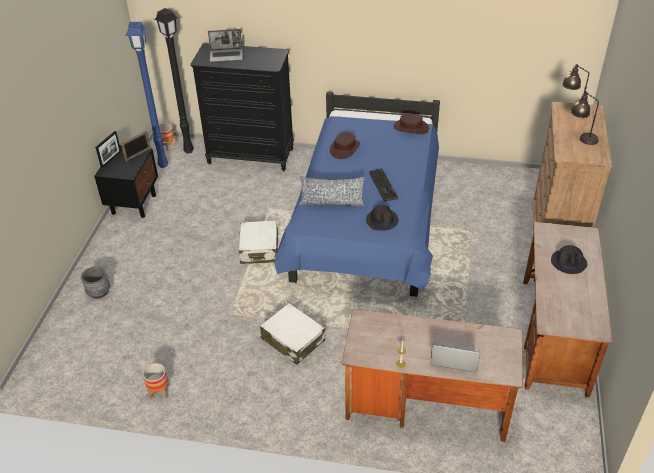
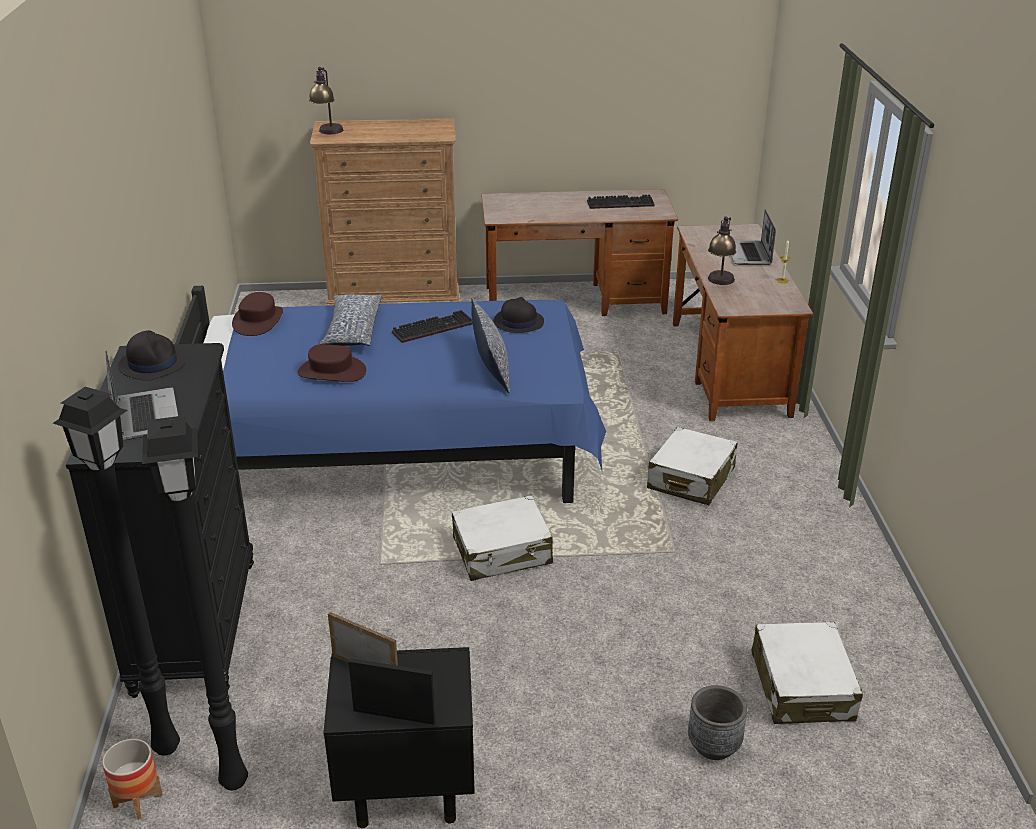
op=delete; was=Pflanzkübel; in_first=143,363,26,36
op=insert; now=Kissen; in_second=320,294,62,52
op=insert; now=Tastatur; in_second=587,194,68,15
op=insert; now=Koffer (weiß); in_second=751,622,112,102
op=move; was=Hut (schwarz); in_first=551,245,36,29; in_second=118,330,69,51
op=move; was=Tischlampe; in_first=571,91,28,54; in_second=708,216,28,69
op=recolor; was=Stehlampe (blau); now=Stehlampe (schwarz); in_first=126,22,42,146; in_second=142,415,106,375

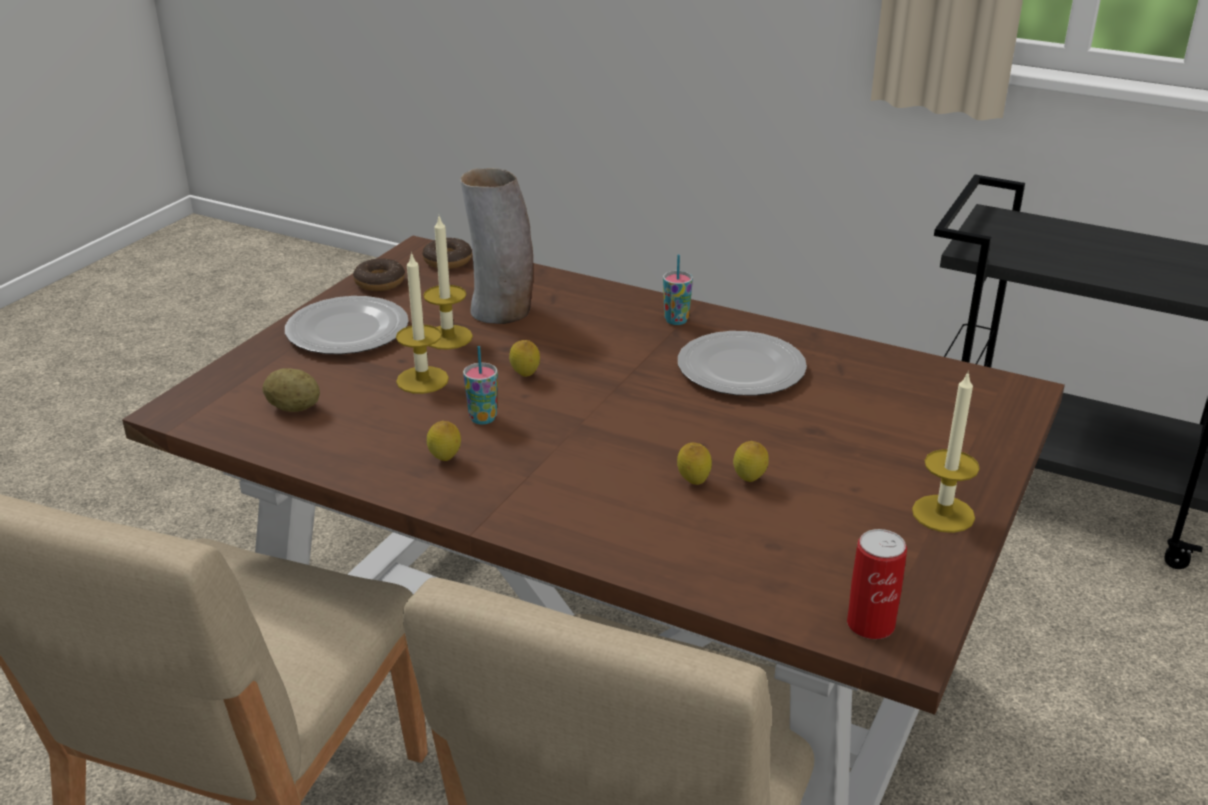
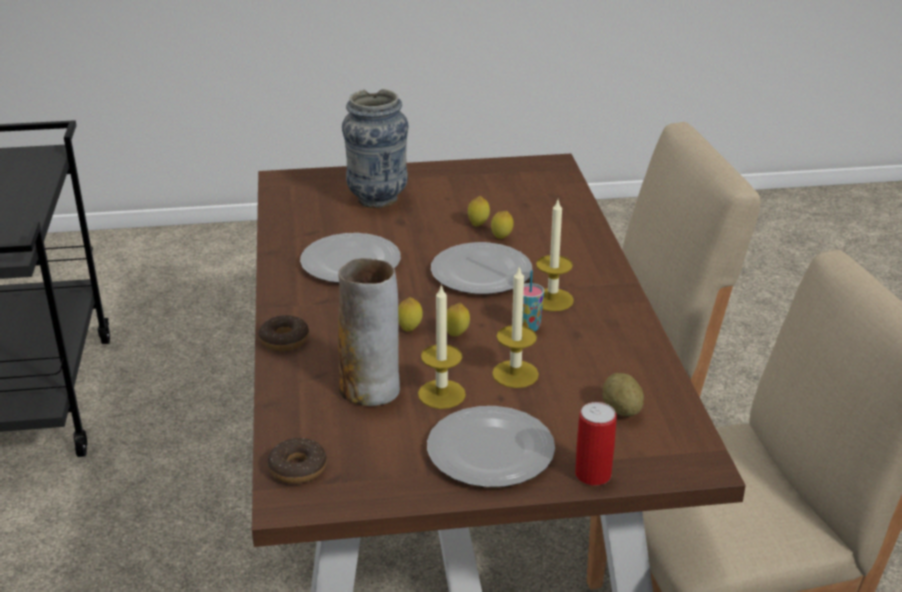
op=delete; was=Tasse; in_first=663,254,30,71
op=insert; now=Vase; in_second=342,89,67,119
op=insert; now=Teller; in_second=431,242,101,52
op=move; was=Donut; in_first=353,258,52,33; in_second=259,315,50,36
op=move; was=Zitrone; in_first=427,421,34,40; in_second=398,297,25,34
op=move; was=Dose; in_first=847,529,60,110; in_second=575,402,42,84
op=move; was=Kerze; in_first=912,371,68,162; in_second=536,200,38,111

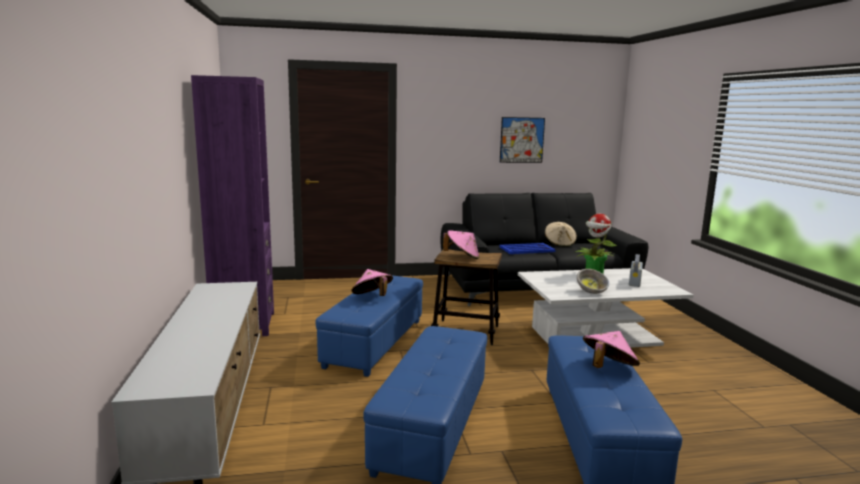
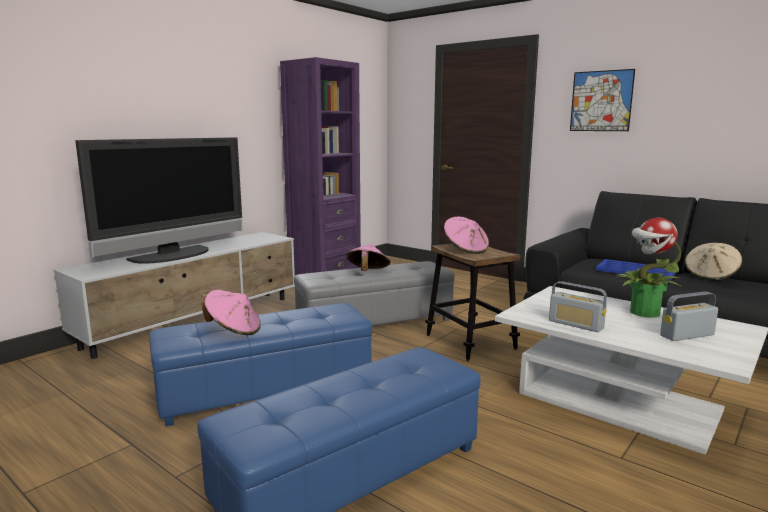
op=insert; now=Fernseher; in_second=75,137,167,127
op=move; was=Bild; in_first=500,117,45,46; in_second=570,69,65,62
op=move; was=Hut (rosa); in_first=583,331,57,37; in_second=201,290,60,45
op=replace; was=Schüssel; now=Radio; in_first=577,269,32,25; in_second=549,281,58,51
op=recolor; was=Polsterhocker (blau); now=Polsterhocker (grau); in_first=316,276,107,101; in_second=294,261,161,64

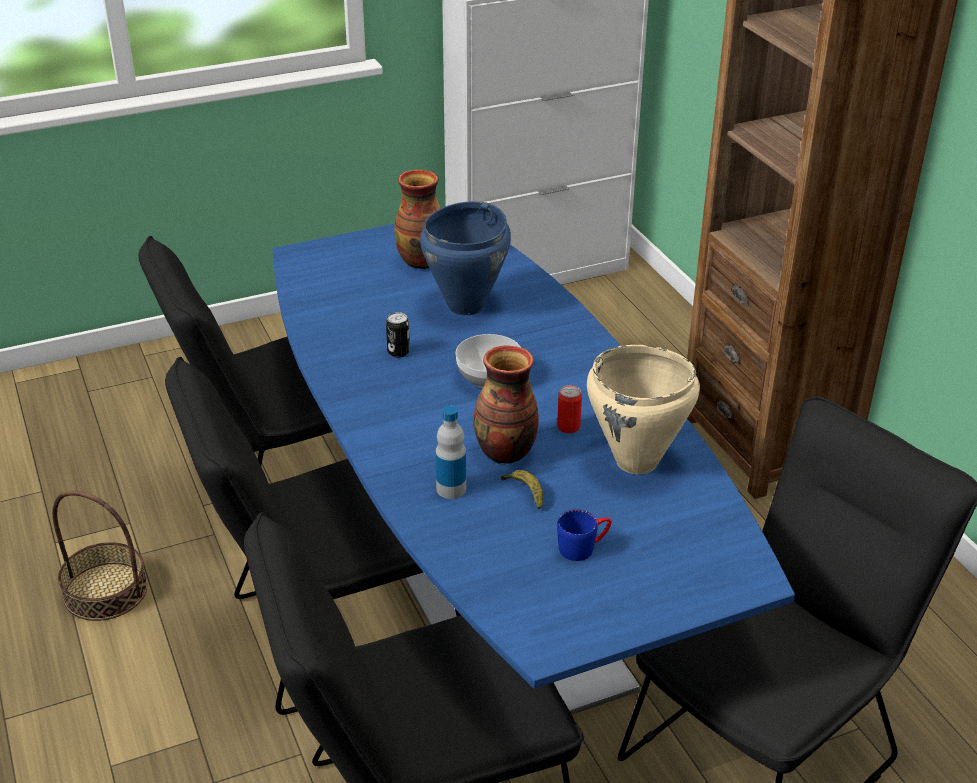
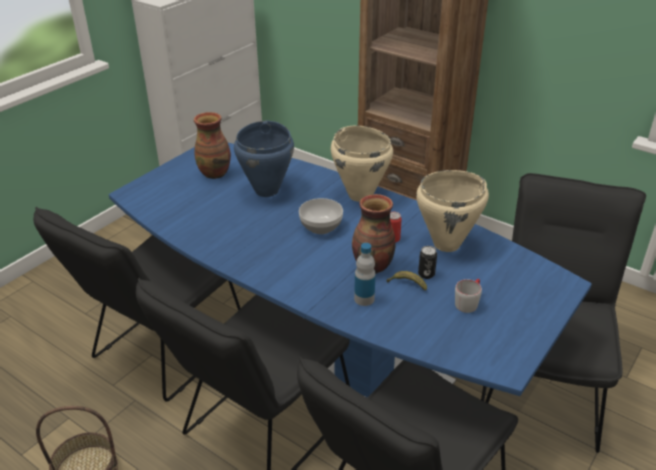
op=insert; now=Kochtopf (beige); in_second=331,125,62,77
op=move; was=Dose; in_first=386,312,24,46; in_second=418,246,19,33
op=recolor; was=Henkelbecher (blau); now=Henkelbecher (grau); in_first=557,509,55,52; in_second=455,279,27,34

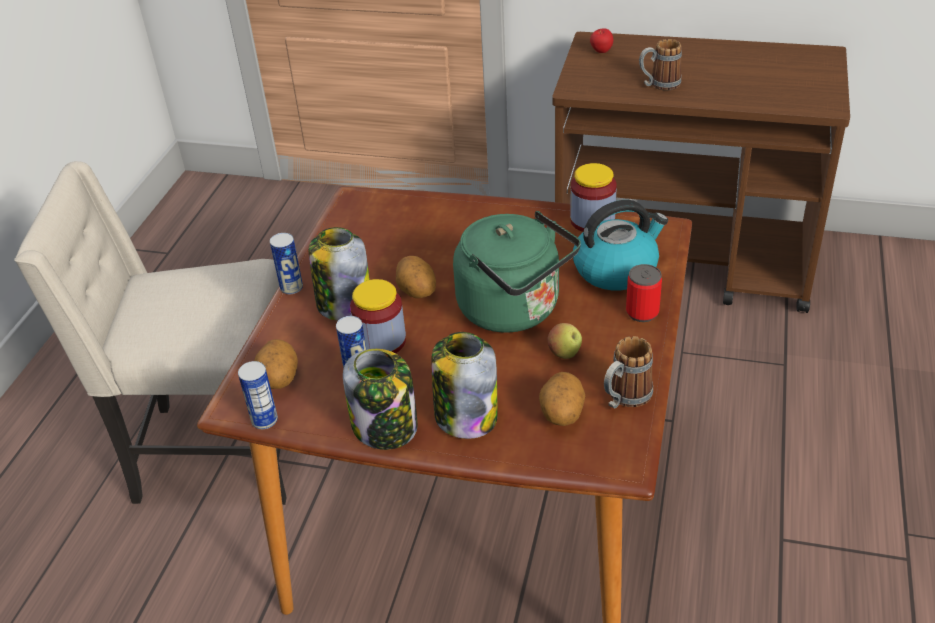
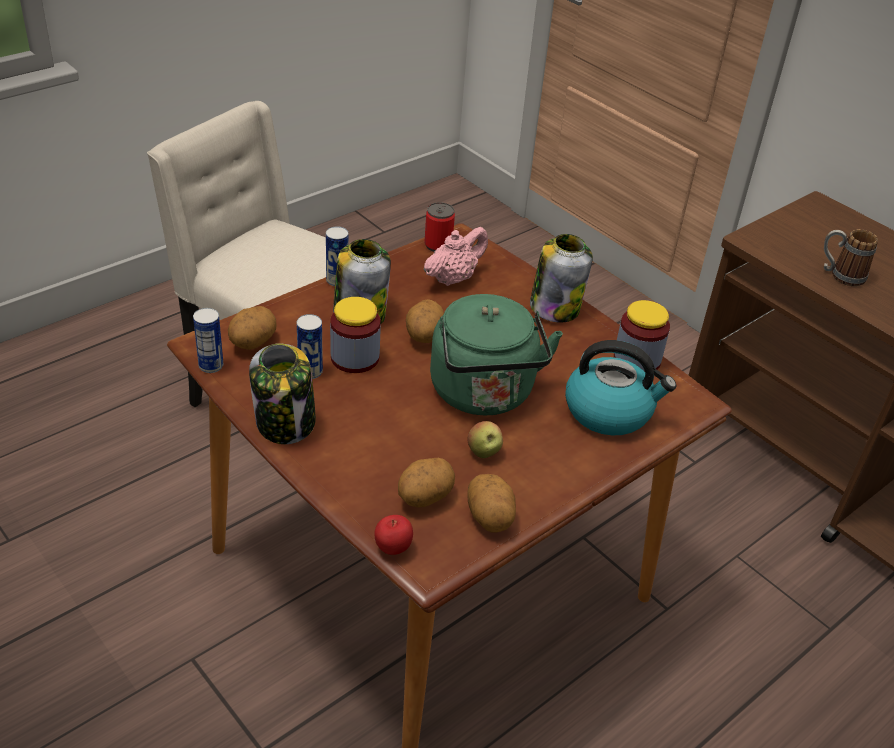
op=insert; now=Teekanne (rosa); in_second=424,227,64,59
op=move; was=Vorratsglas; in_first=431,332,66,107; in_second=530,234,63,89
op=move; was=Apfel; in_first=590,28,23,25; in_second=374,515,39,40
op=move; was=Dose; in_first=626,264,36,58; in_second=424,202,31,50
op=replace; was=Henkelbecher; now=Kartoffel; in_first=604,336,49,73; in_second=468,474,48,59

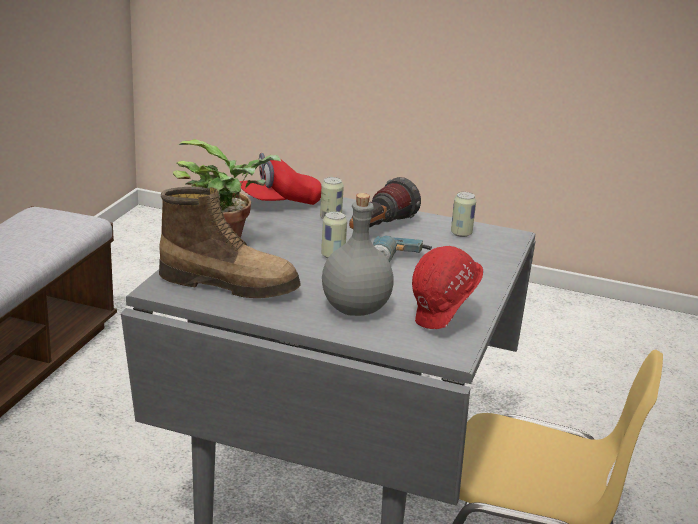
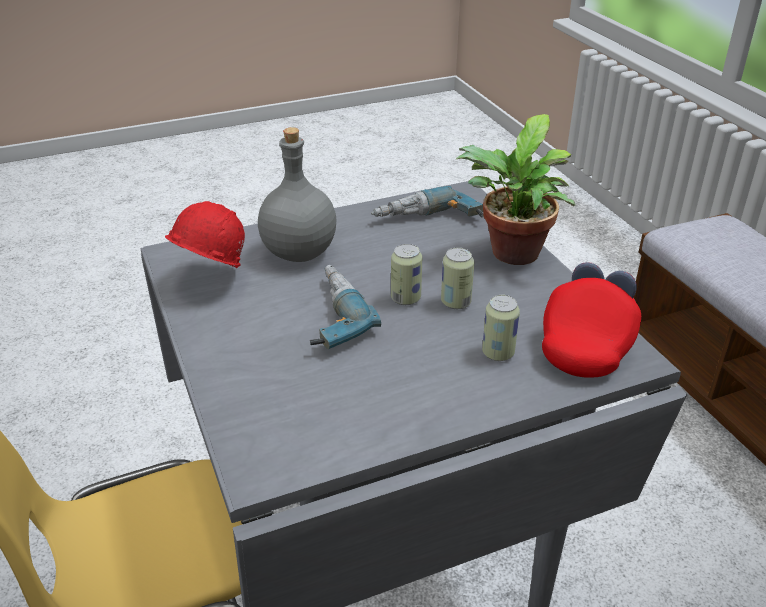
op=delete; was=Taschenlampe; in_first=349,177,72,52
op=move; was=Dose; in_first=451,192,25,45; in_second=441,247,33,62
op=replace; was=Stiefel; now=Bohrmaschine; in_first=159,187,141,111; in_second=371,186,113,31

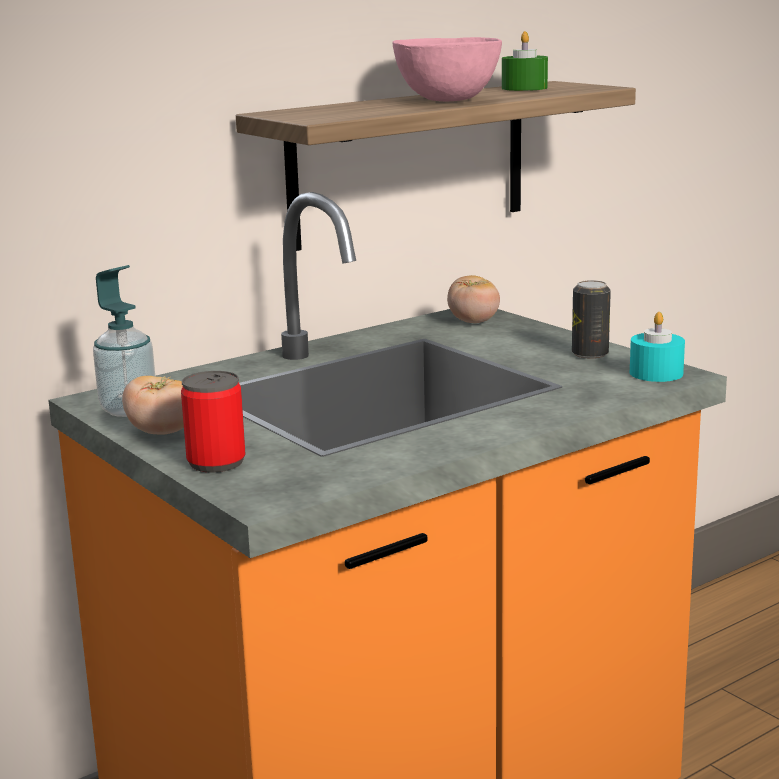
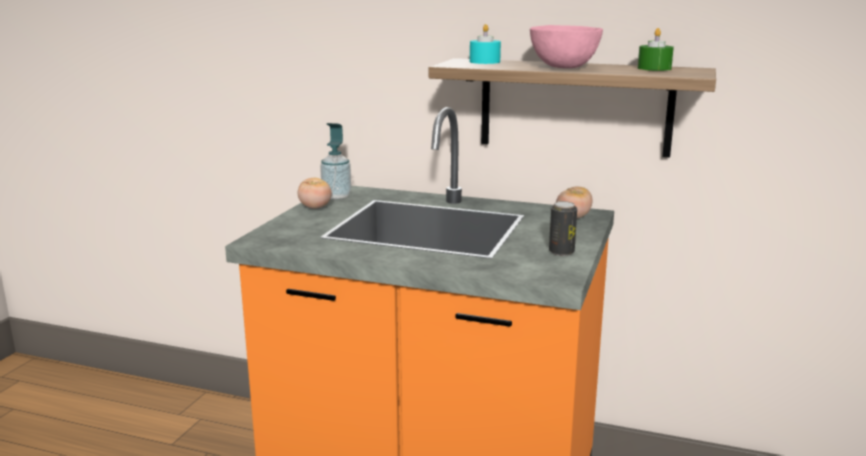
op=delete; was=Dose; in_first=181,371,64,101
op=move; was=Kerze (türkis); in_first=630,312,55,70; in_second=470,24,31,40

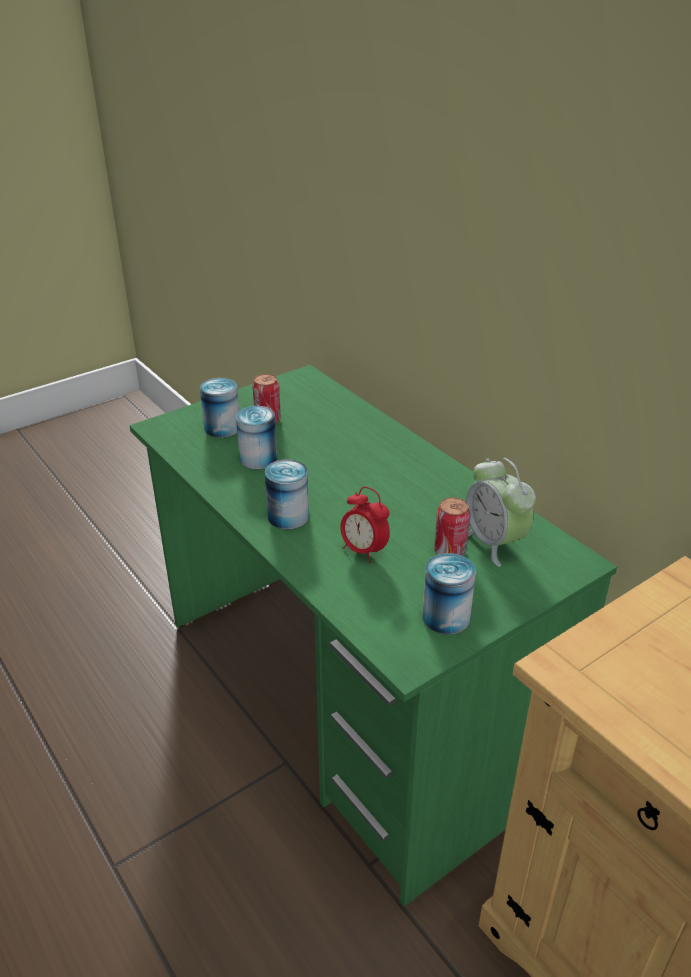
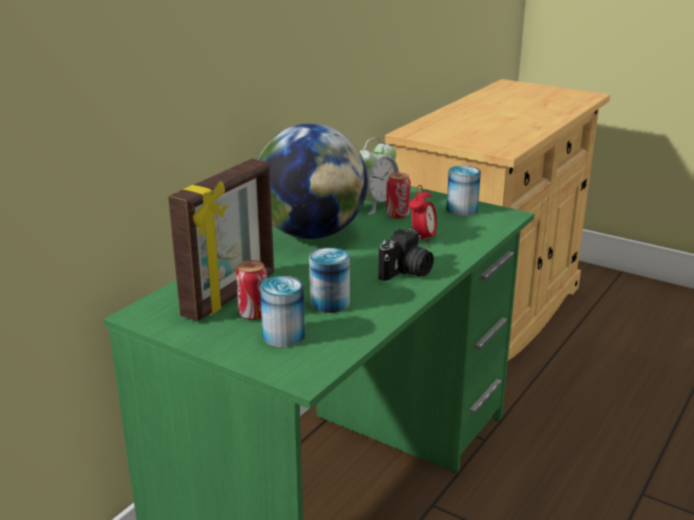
op=insert; now=Bilderrahmen; in_second=168,159,106,162
op=insert; now=Globus; in_second=257,123,111,116
op=replace; was=Dose; now=Kamera; in_first=265,459,44,70; in_second=378,228,56,53

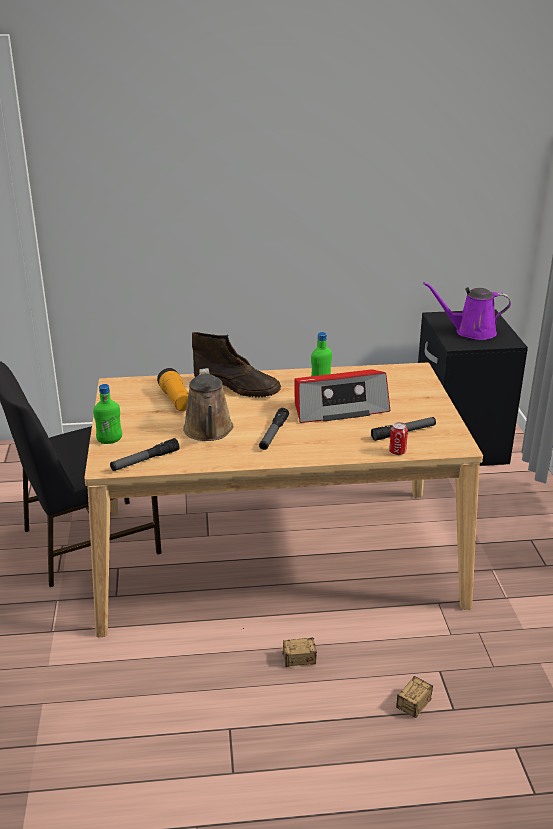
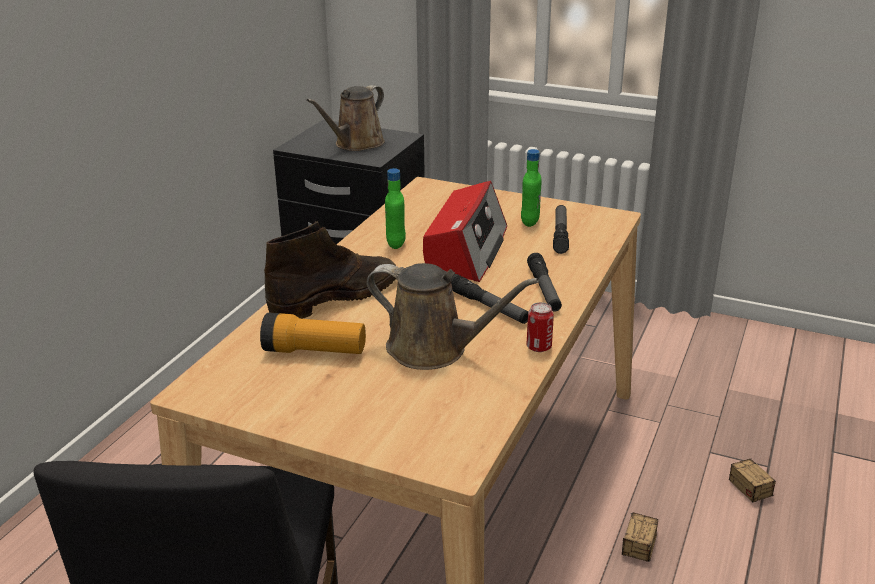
op=move; was=Flasche (grün); in_first=93,384,29,60; in_second=521,149,21,78
op=move; was=Taschenlampe; in_first=110,438,70,33; in_second=527,253,35,58
op=move; was=Dose; in_first=389,422,19,33; in_second=527,302,27,50
op=recolor; was=Gießkanne (lila); now=Gießkanne (braun); in_first=423,282,88,58; in_second=307,85,78,66

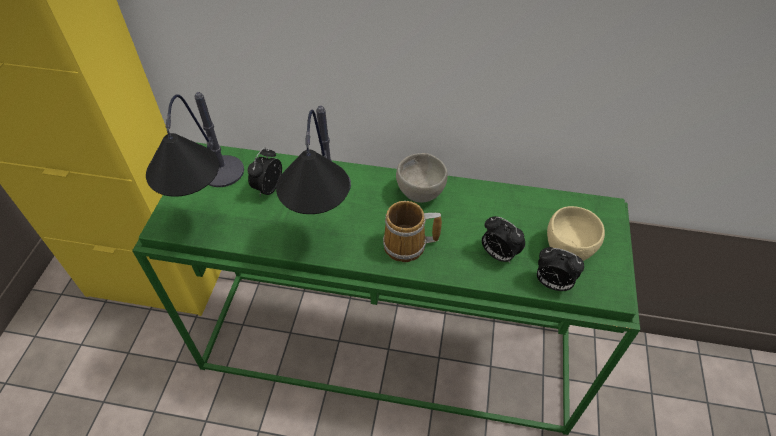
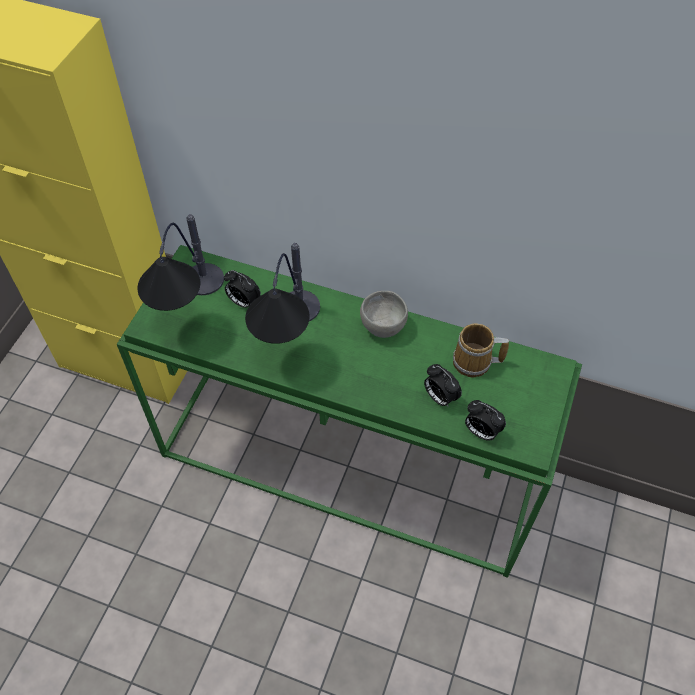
op=delete; was=Schüssel (beige); in_first=547,206,58,55
op=move; was=Henkelbecher; in_first=383,201,59,61; in_second=453,323,56,55
op=rotate; was=Wecker; in_first=247,148,35,48; in_second=224,270,37,38; clockwise=-90

